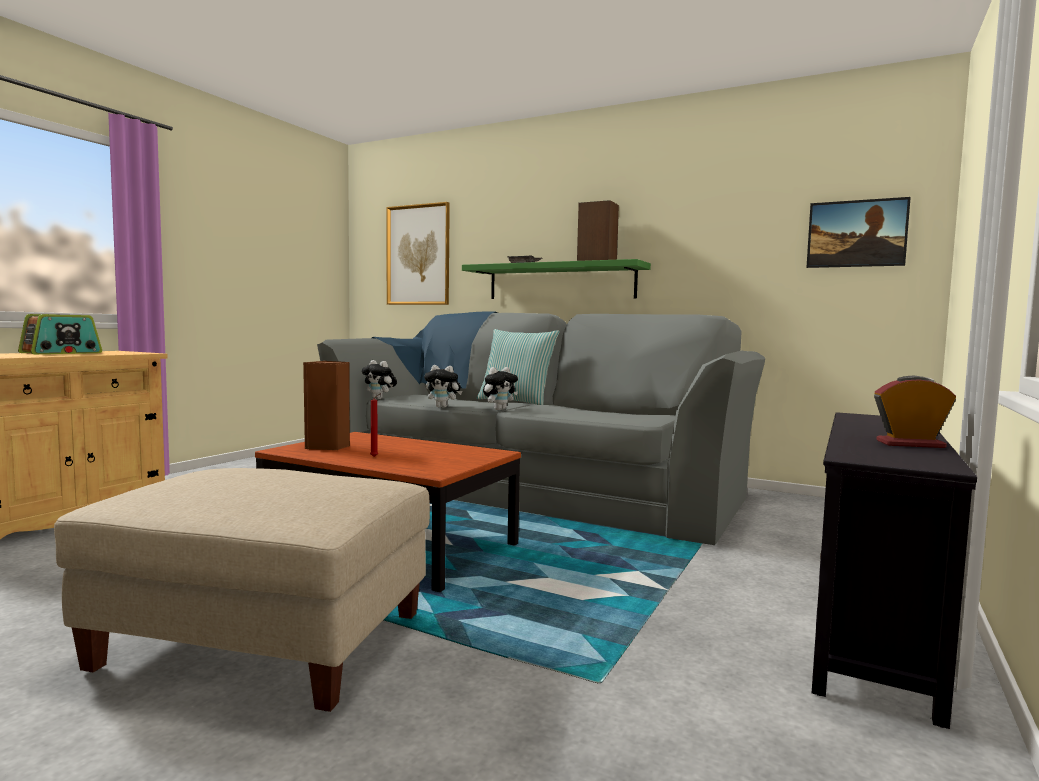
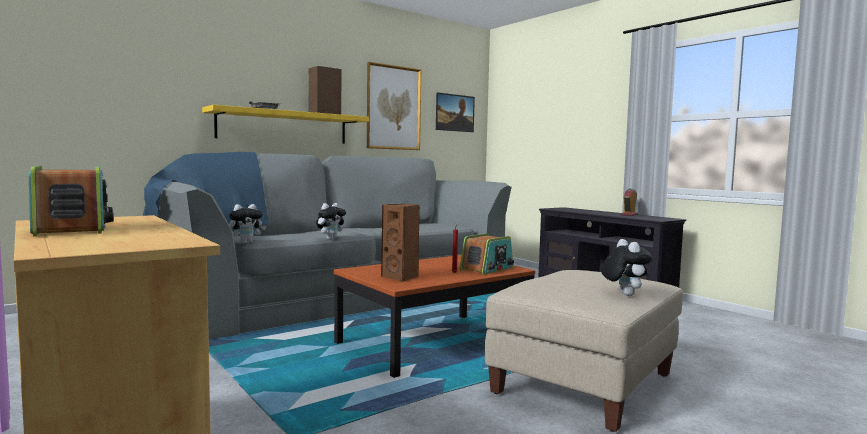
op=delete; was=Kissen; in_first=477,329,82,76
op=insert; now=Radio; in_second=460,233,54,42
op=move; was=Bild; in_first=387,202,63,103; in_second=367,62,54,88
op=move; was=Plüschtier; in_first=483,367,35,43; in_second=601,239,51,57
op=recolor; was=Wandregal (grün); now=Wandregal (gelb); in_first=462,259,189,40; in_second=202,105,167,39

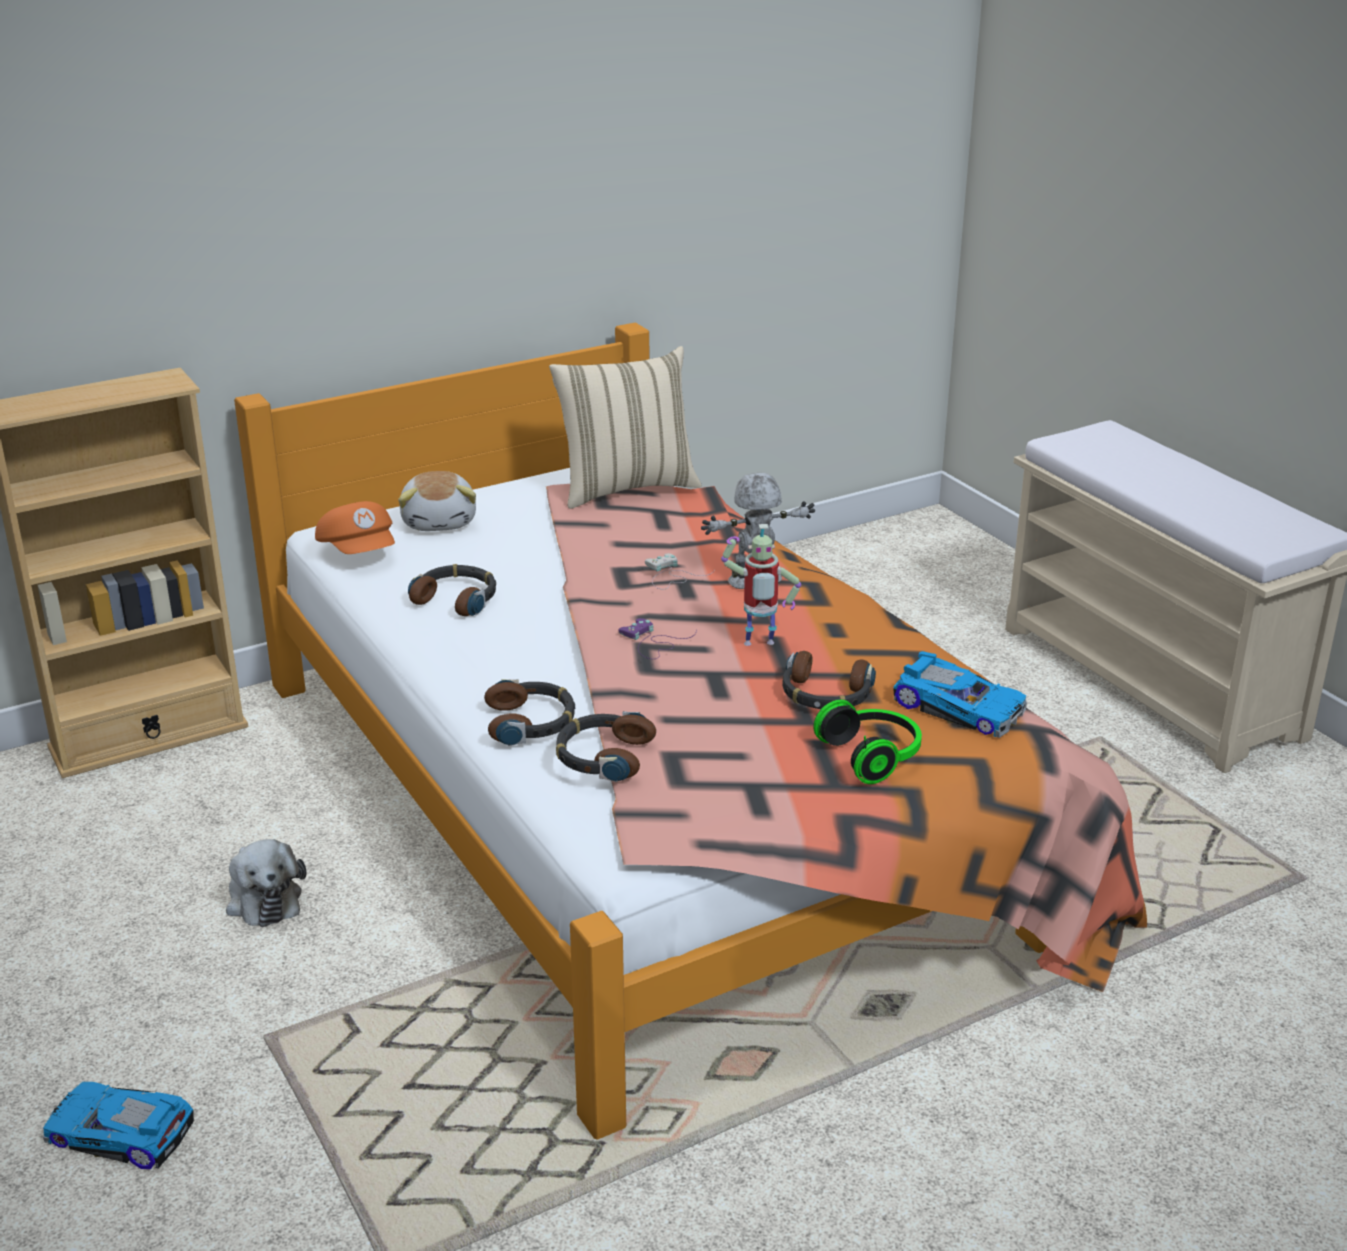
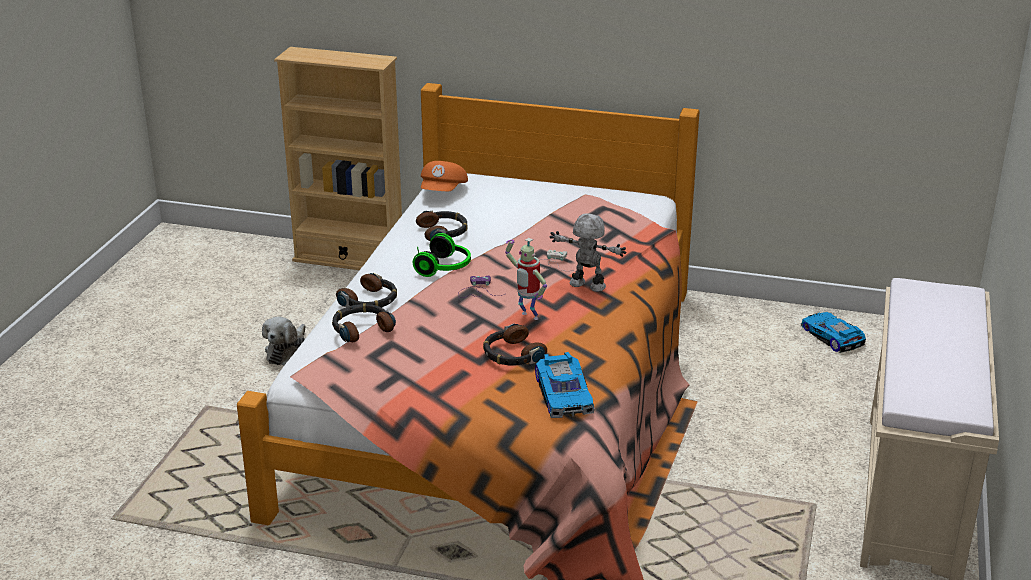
op=delete; was=Plüschtier; in_first=398,471,78,60
op=delete; was=Kissen (beige); in_first=549,346,153,163
op=move; was=Spielzeugauto; in_first=43,1082,151,87; in_second=801,312,65,41
op=move; was=Kopfhörer; in_first=813,700,109,84; in_second=413,233,58,44

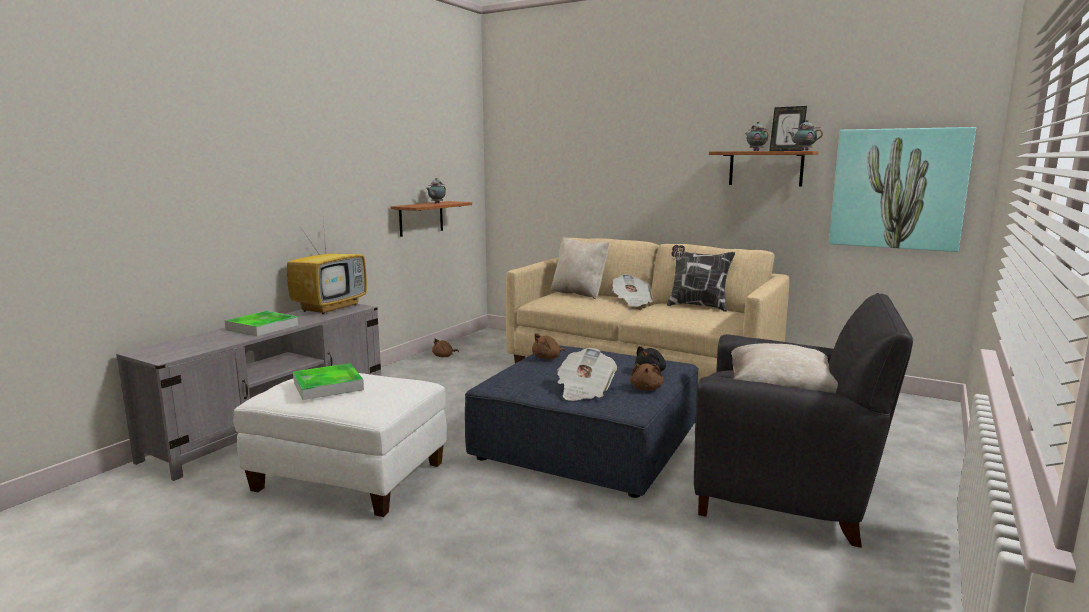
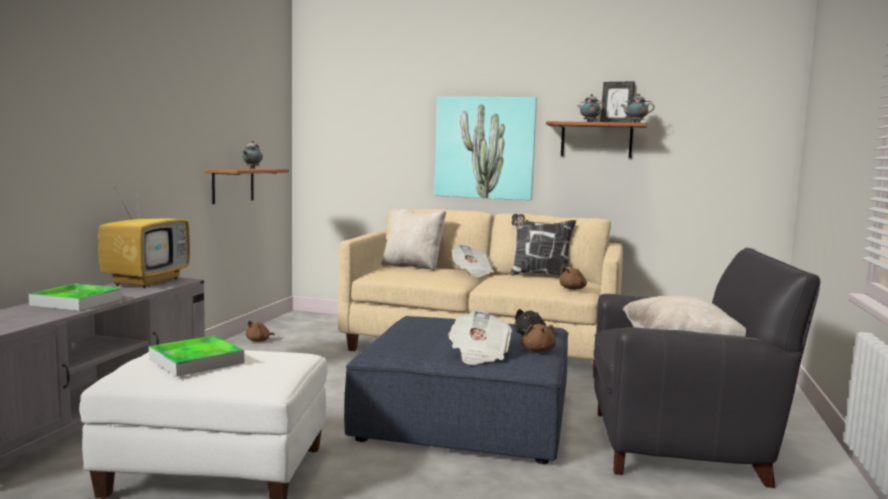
op=move; was=Plüschtier (braun); in_first=532,333,34,26; in_second=559,266,28,24
op=move; was=Bild; in_first=829,127,147,125; in_second=434,96,103,104

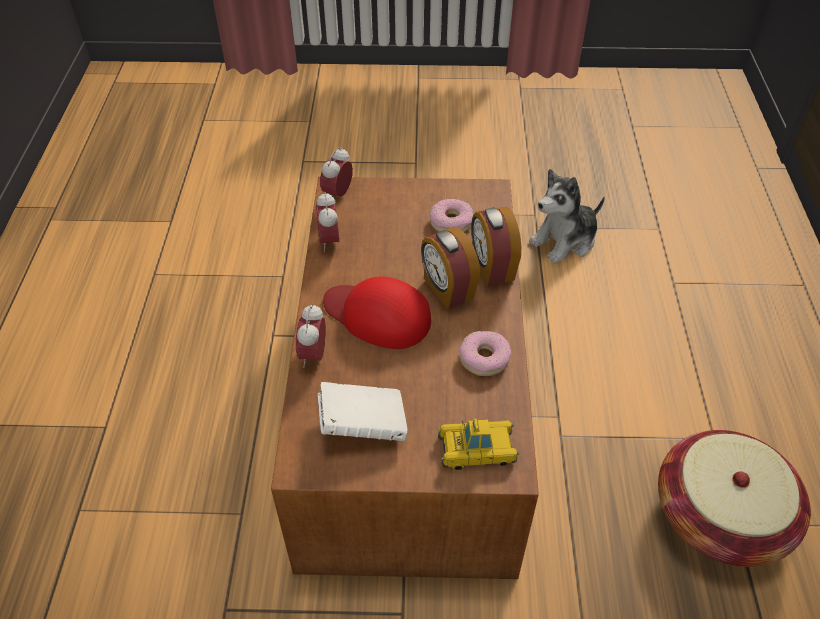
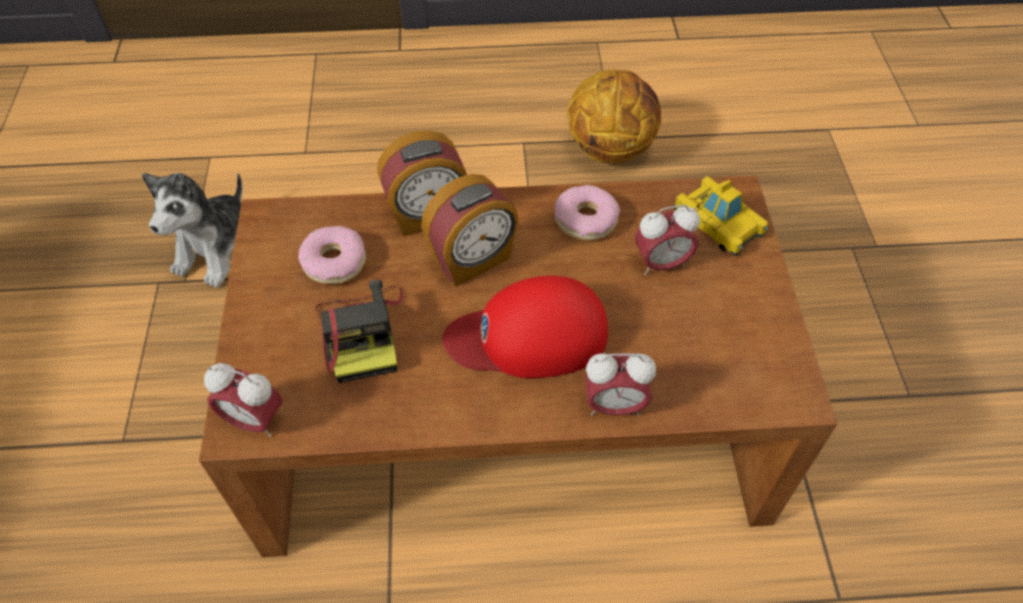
op=delete; was=Buch (weiß); in_first=318,382,89,59
op=insert; now=Kamera; in_second=315,279,88,104
op=move; was=Wecker; in_first=315,192,24,60; in_second=635,205,65,70
op=replace; was=Korb; now=Basketball; in_first=658,430,153,137; in_second=567,70,94,94
op=rotate; was=Kappe (rot); in_first=323,277,108,72; in_second=443,276,165,102; clockwise=60
op=rotate; was=Spielzeugauto; in_first=438,419,81,51; in_second=673,176,95,80; clockwise=150
op=rotate; was=Plüschtier; in_first=529,169,76,95; in_second=141,173,102,115; clockwise=60

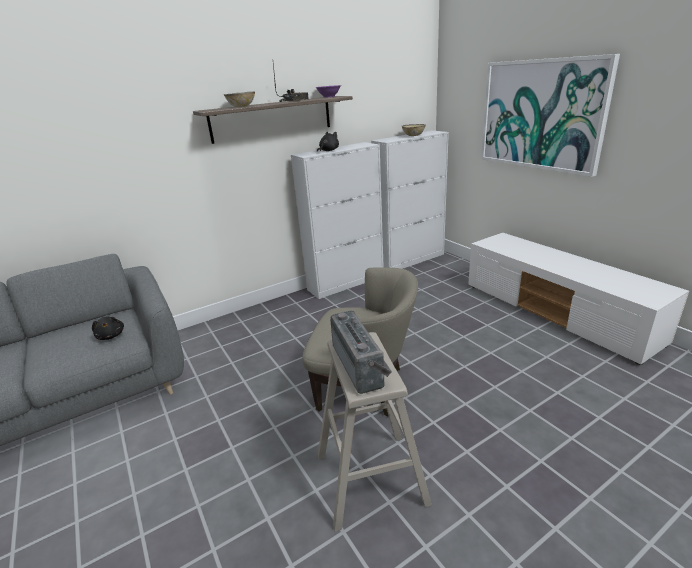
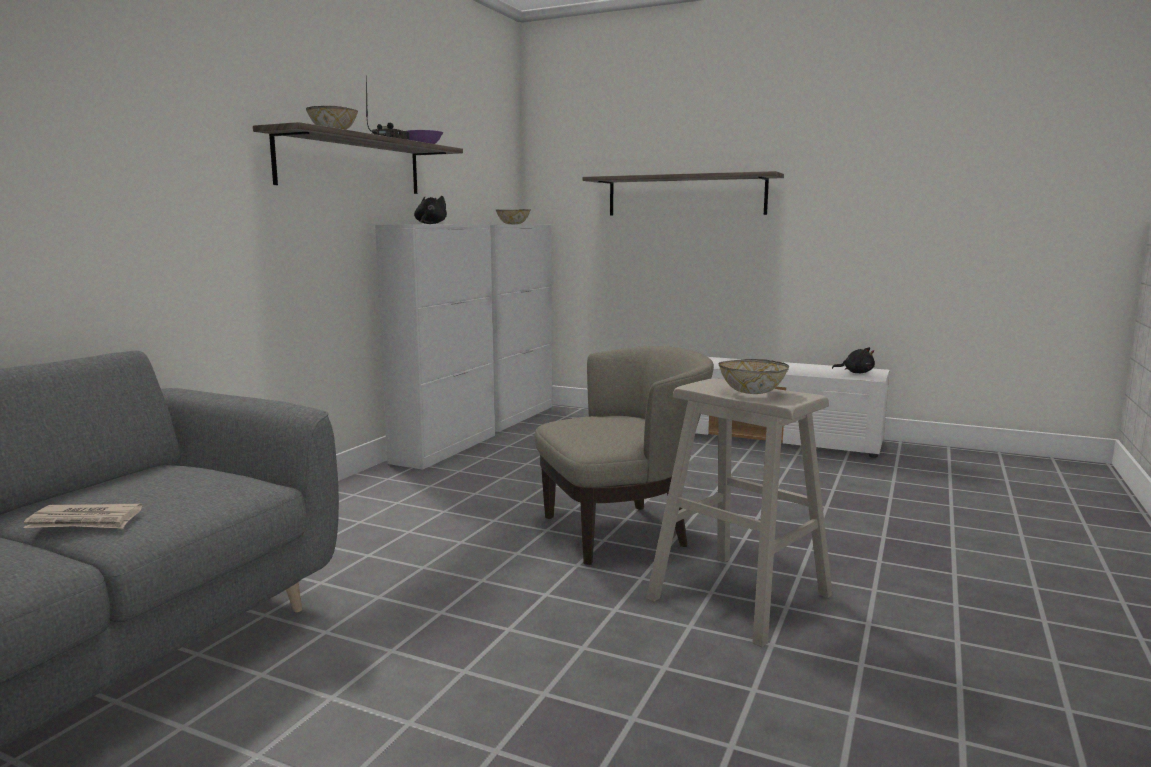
op=insert; now=Zeitung; in_second=23,504,119,24
op=move; was=Plüschtier (schwarz); in_first=92,317,32,23; in_second=832,347,43,26
op=replace; was=Radio; now=Schüssel; in_first=330,310,62,84; in_second=719,359,70,35
op=replace; was=Bild; now=Wandregal; in_first=481,54,139,123; in_second=582,171,202,45

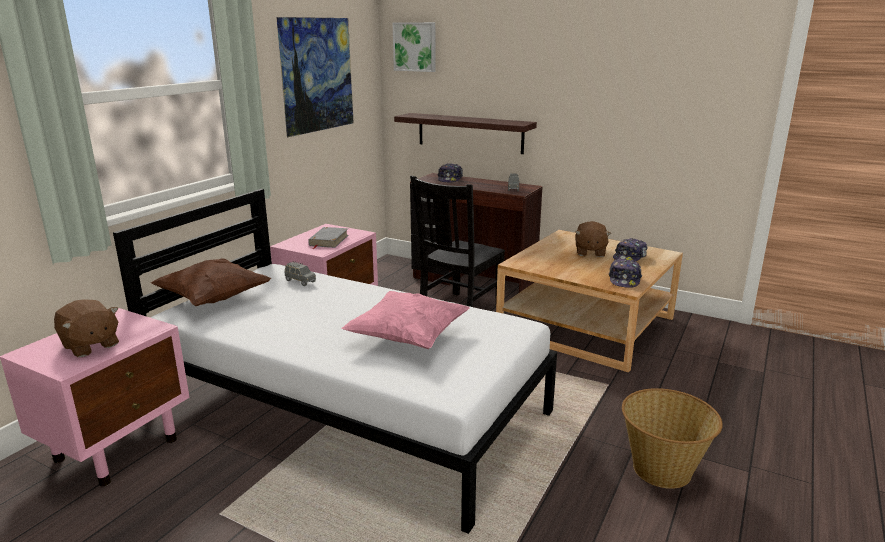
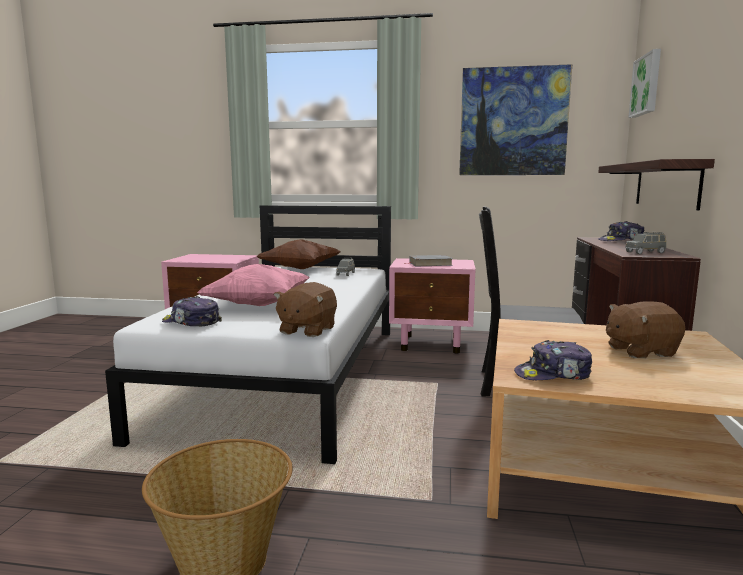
op=move; was=Plüschtier (braun); in_first=54,299,65,58; in_second=273,282,64,55
op=move; was=Kappe; in_first=613,238,35,23; in_second=162,296,60,30

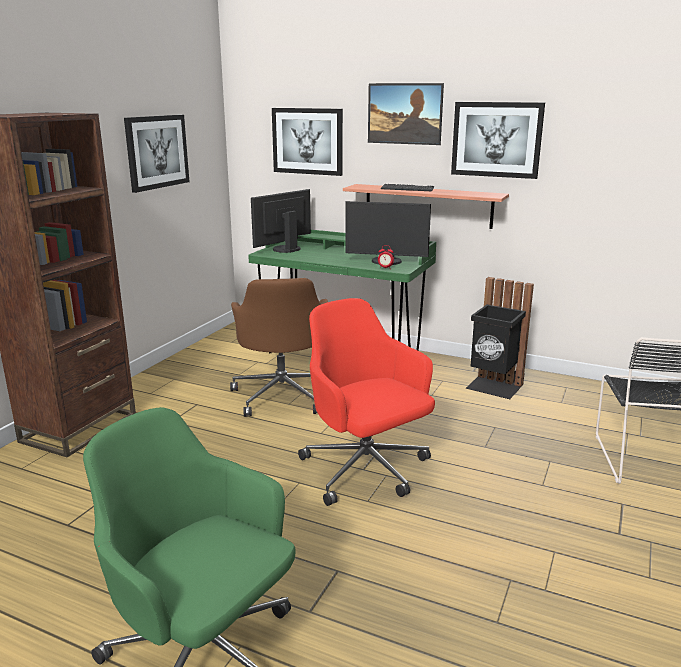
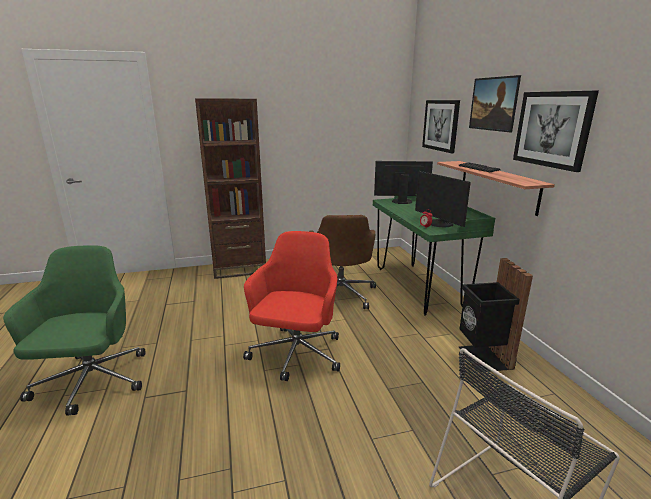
op=delete; was=Bild; in_first=124,115,65,78
op=rotate; was=Bürostuhl (braun); in_first=230,278,98,139; in_second=309,215,67,94; clockwise=-45

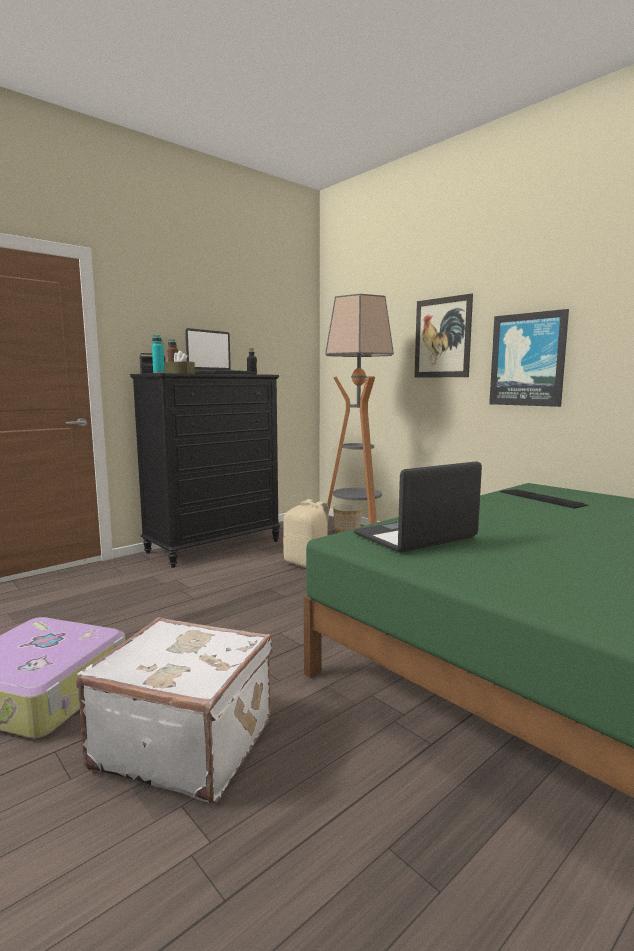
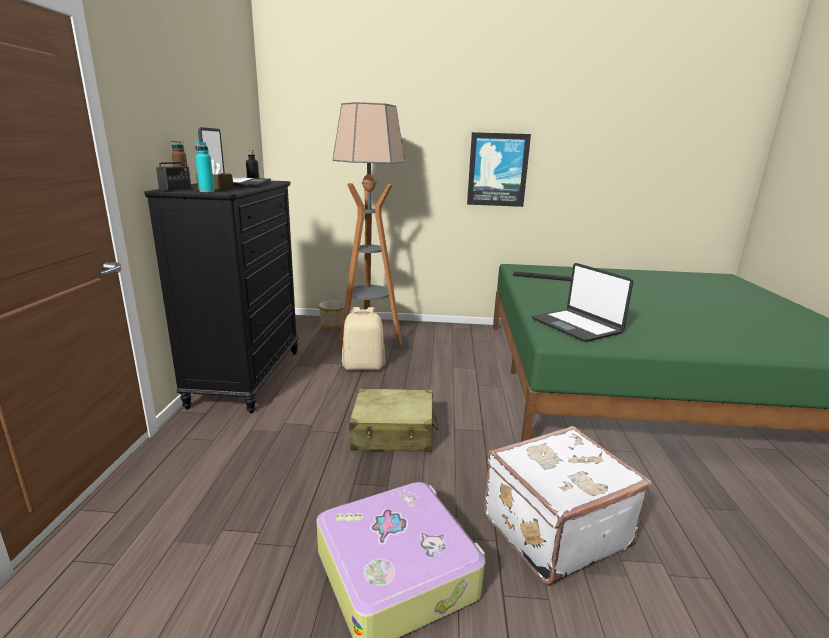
op=delete; was=Bild; in_first=414,293,59,85
op=insert; now=Koffer (beige); in_second=349,389,90,63
op=rotate; was=Laptop; in_first=354,461,128,92; in_second=532,263,101,79; clockwise=-45

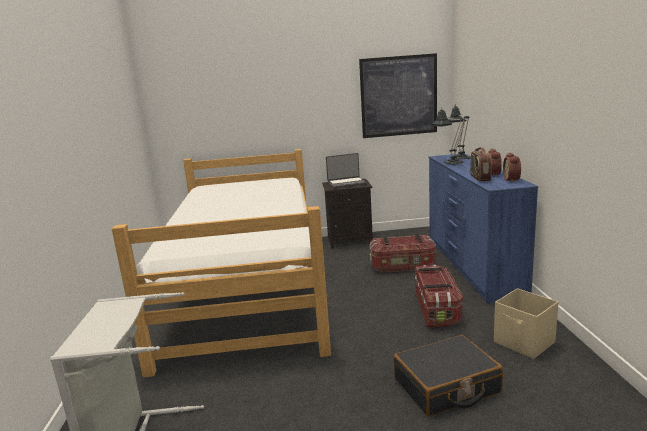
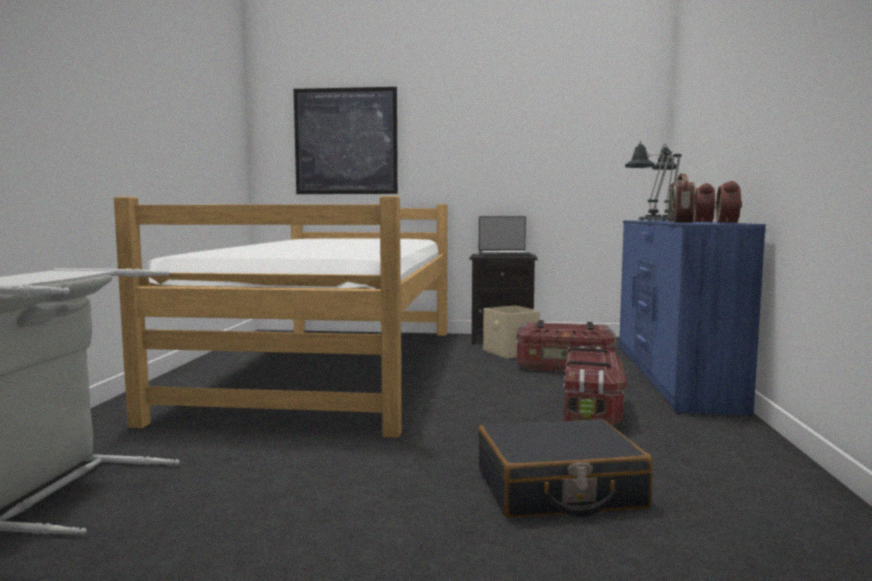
op=move; was=Bild; in_first=359,53,78,85; in_second=294,87,104,107
op=move; was=Aufbewahrungsbox (beige); in_first=494,288,64,71; in_second=483,306,57,53

